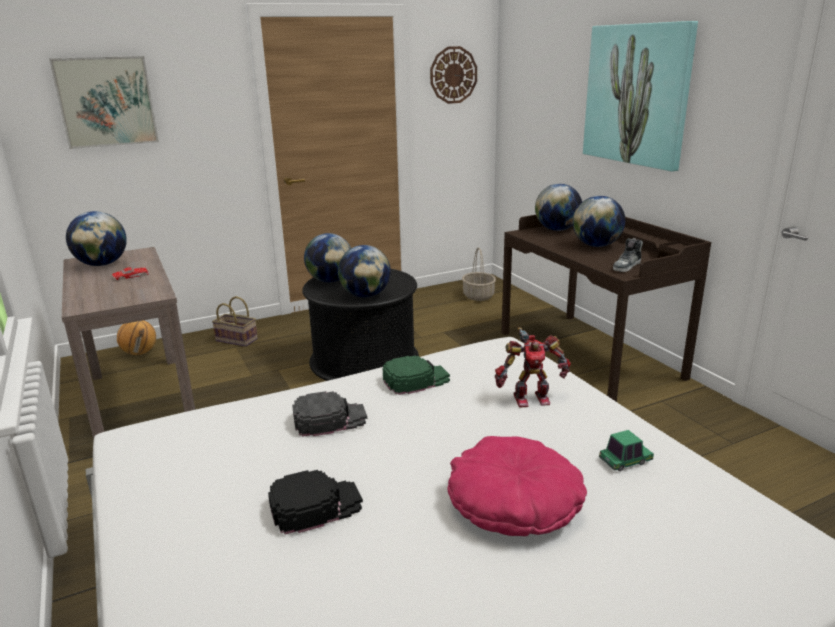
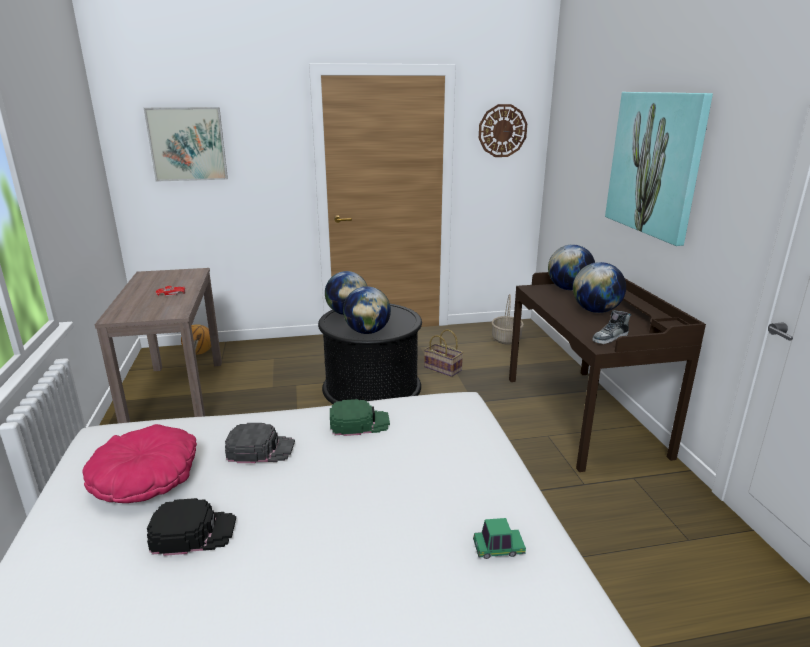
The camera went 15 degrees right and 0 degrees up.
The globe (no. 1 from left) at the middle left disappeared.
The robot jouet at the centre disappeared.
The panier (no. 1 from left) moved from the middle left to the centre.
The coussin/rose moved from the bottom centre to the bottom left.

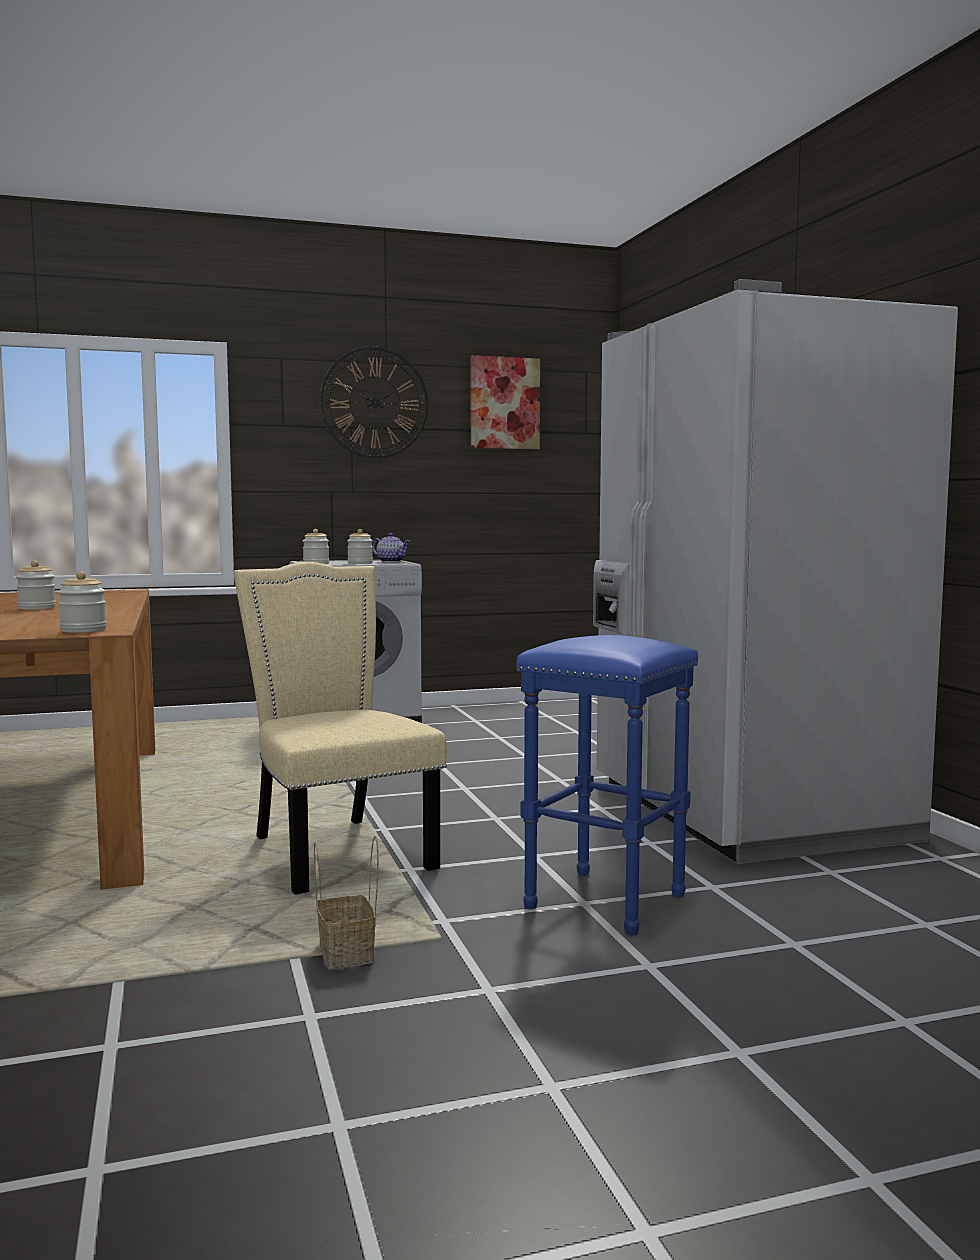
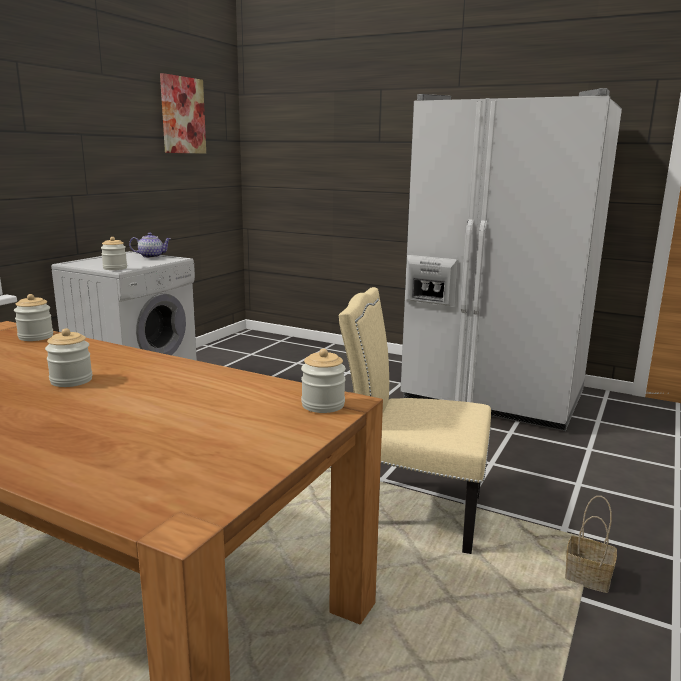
The camera went 45 degrees left and 10 degrees up.
The horloge murale at the top centre disappeared.
The tabouret/bleu at the centre disappeared.
The bocal (no. 4 from left in the first image) moved from the centre to the middle left.

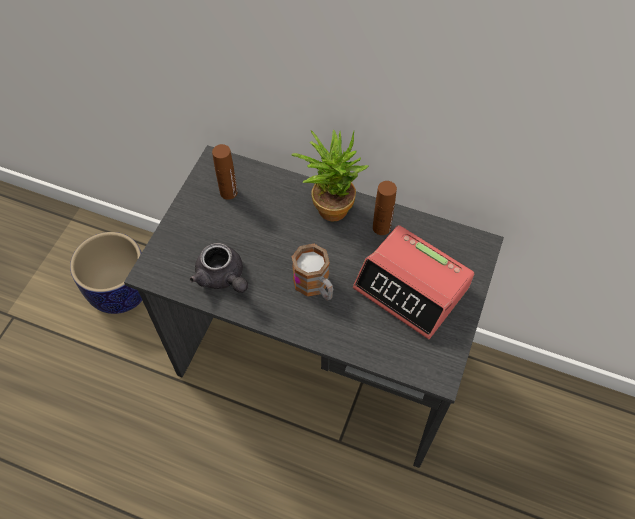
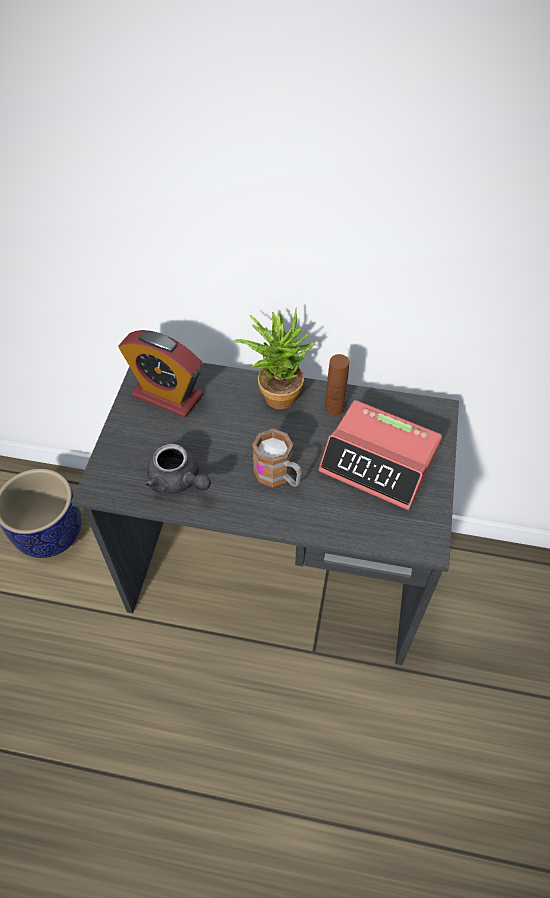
The camera went 10 degrees left and 5 degrees down.
The bouteille/marron (no. 1 from left) at the top centre was replaced by the réveil (no. 1 from left) at the middle left.

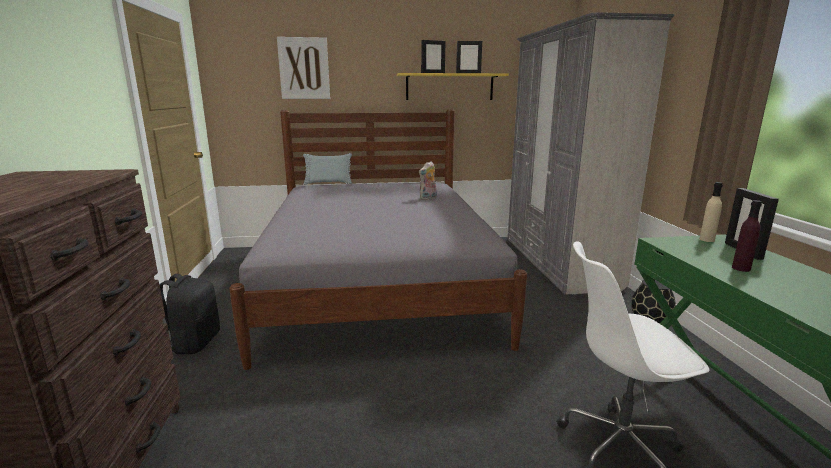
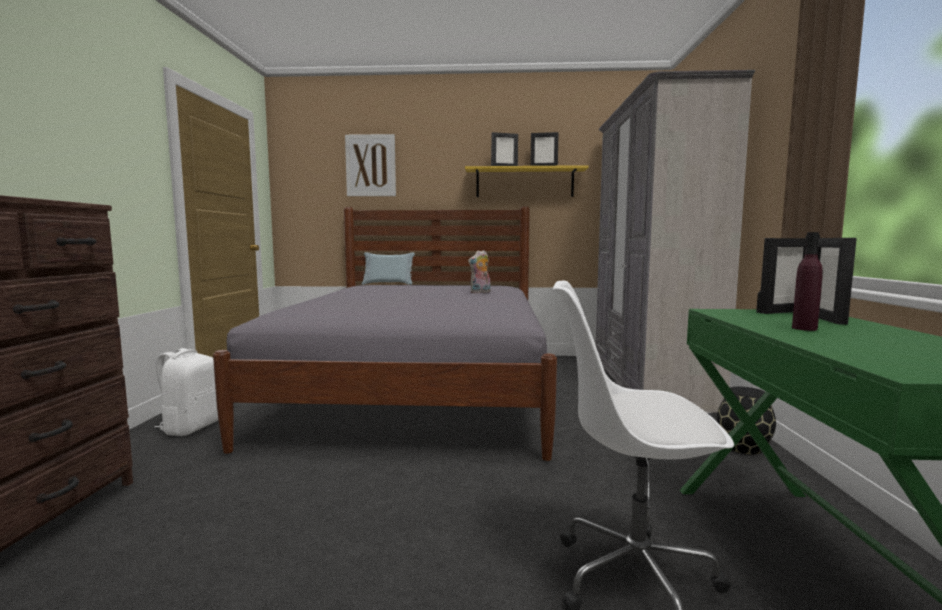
The camera went 10 degrees right and 10 degrees down.
The bouteille/beige at the middle right was replaced by the cadre photo (no. 3 from left) at the middle right.
The sac à dos/noir at the bottom left became the sac à dos/blanc at the middle left.

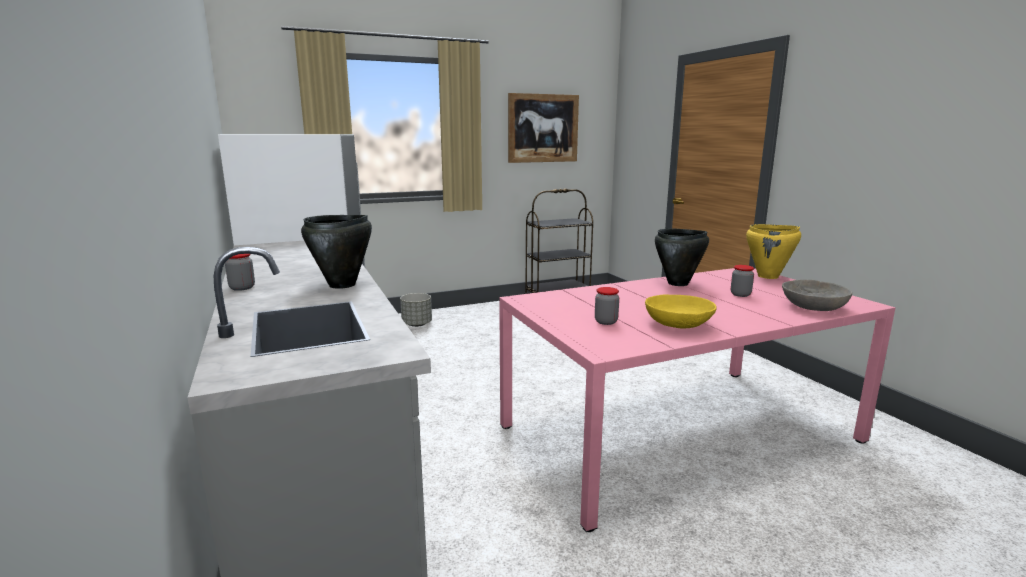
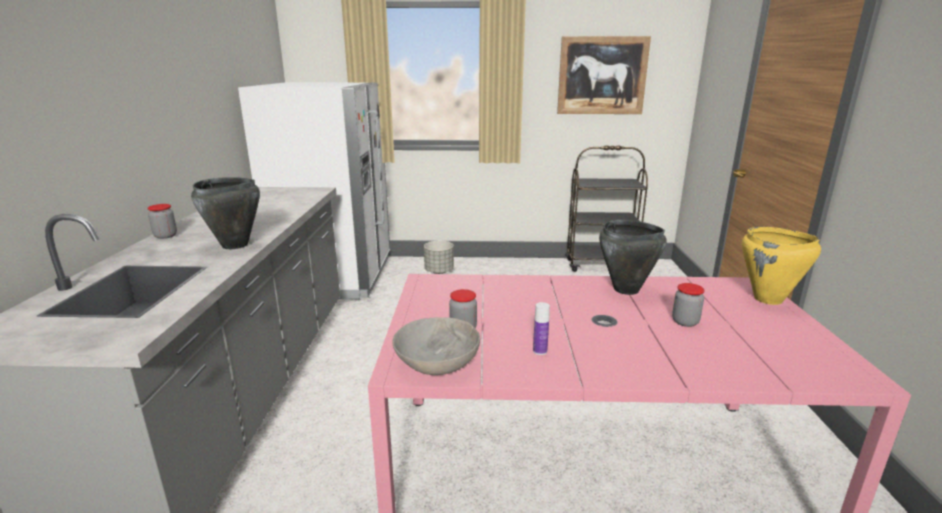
The camera went 25 degrees right and 5 degrees up.
The bol/gris moved from the middle right to the bottom centre.
The bol/jaune at the centre was replaced by the bouteille at the centre.

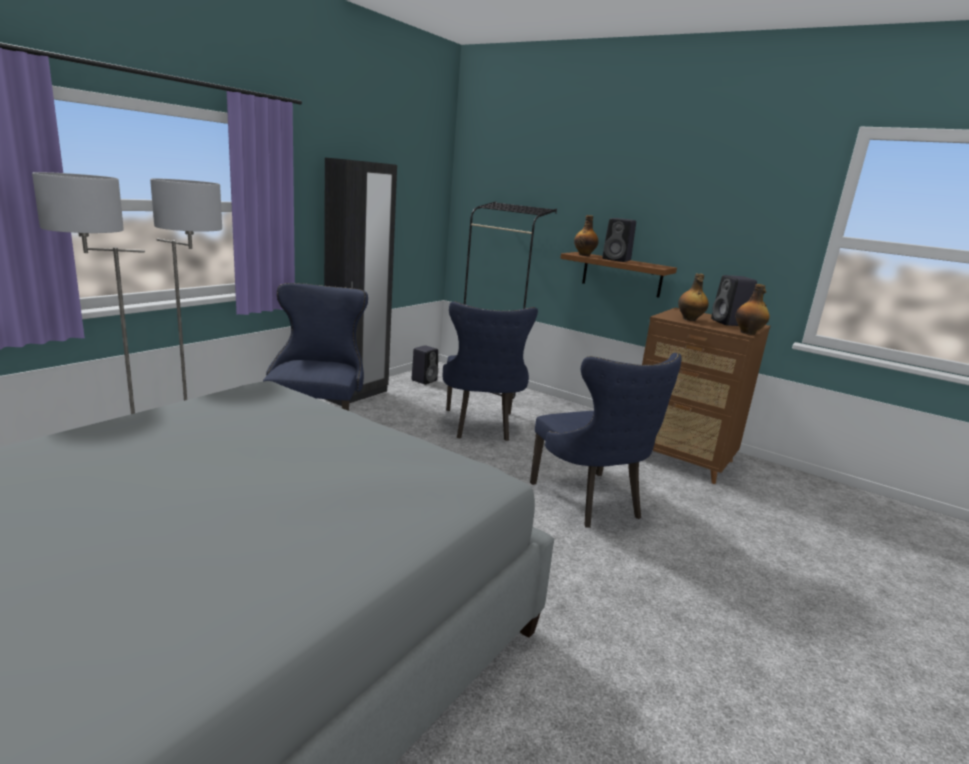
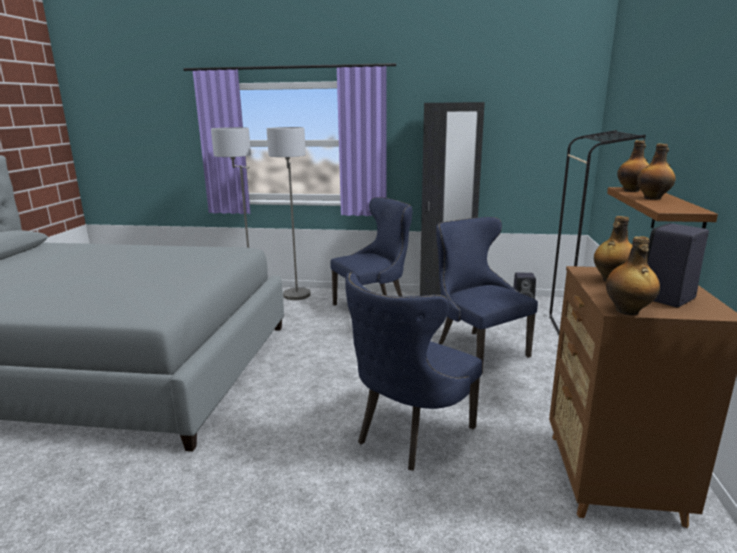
The camera went 65 degrees right and 0 degrees up.
The enceinte/noir (no. 2 from left) at the top centre was replaced by the bouteille (no. 4 from left) at the top right.
The chaise/bleu (no. 2 from left in the first image) at the centre turned 90 degrees clockwise.

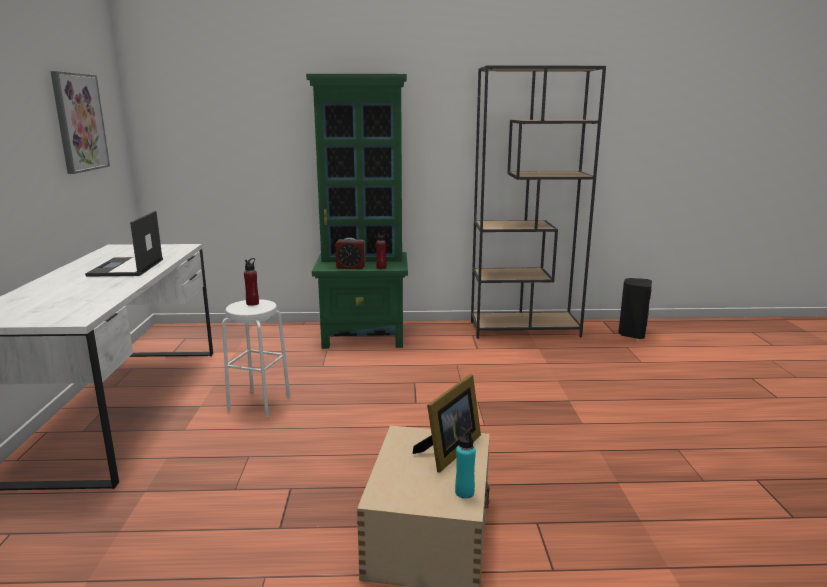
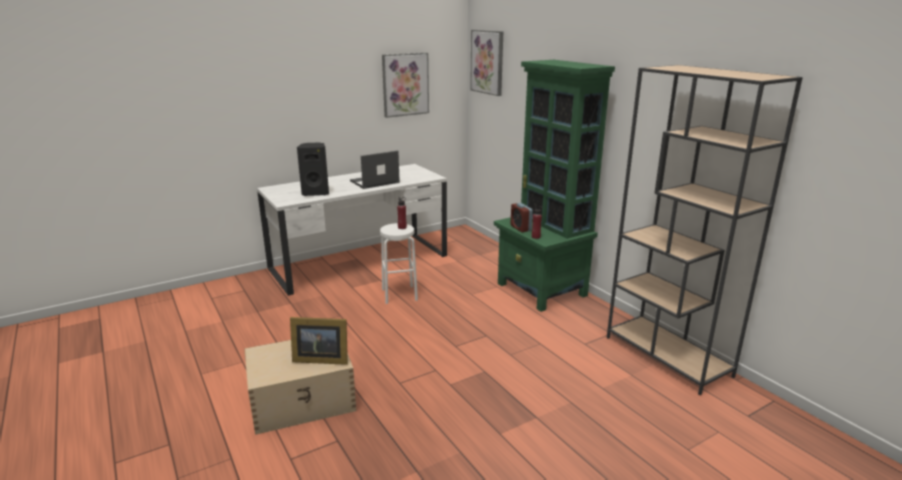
The camera went 60 degrees right and 5 degrees up.
The bouteille/turquoise at the bottom centre disappeared.
The tableau (no. 2 from left) at the top centre appeared.
The enceinte/noir moved from the middle right to the centre.

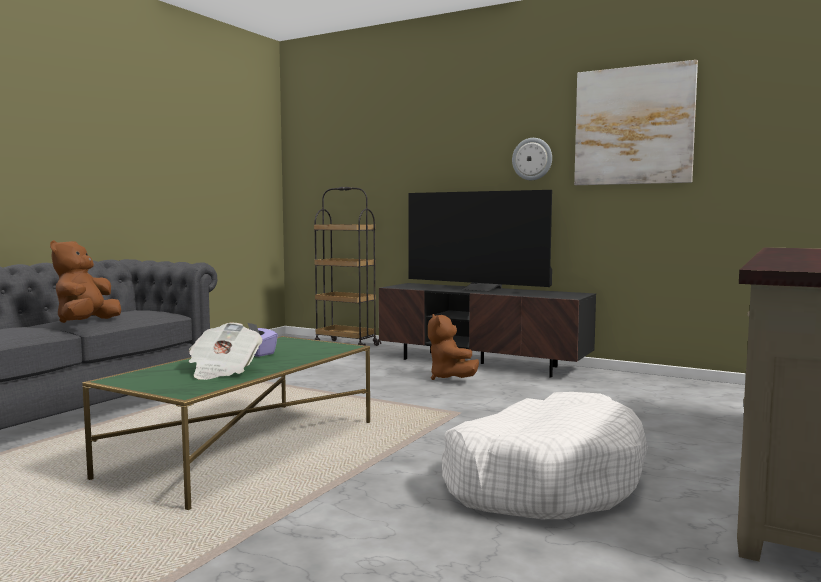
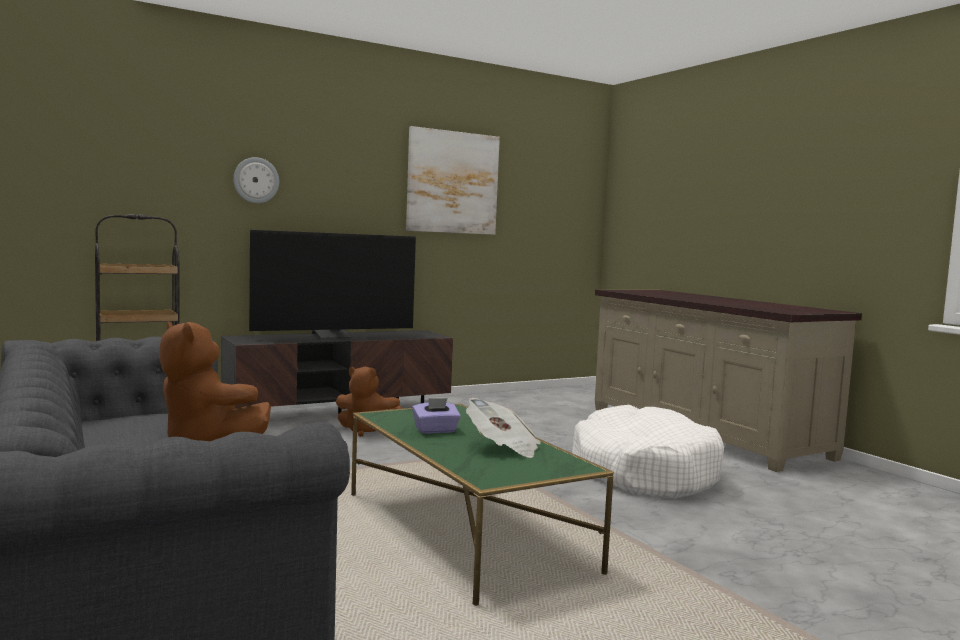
The camera went 60 degrees left and 0 degrees up.
The horloge murale moved from the top centre to the top left.

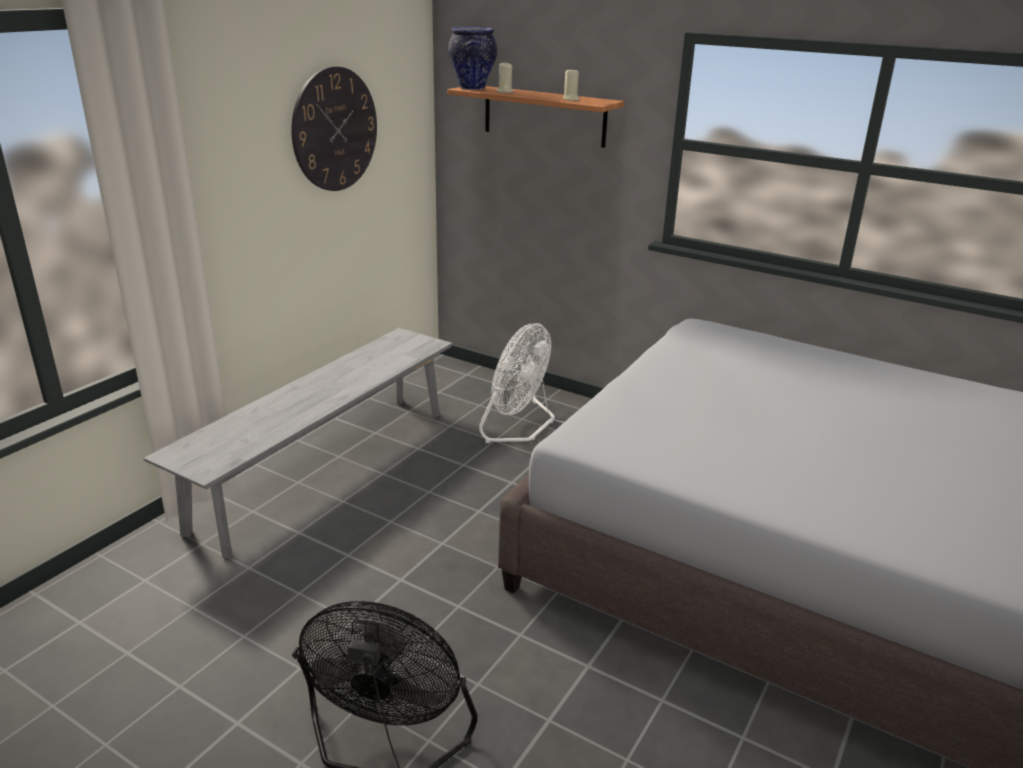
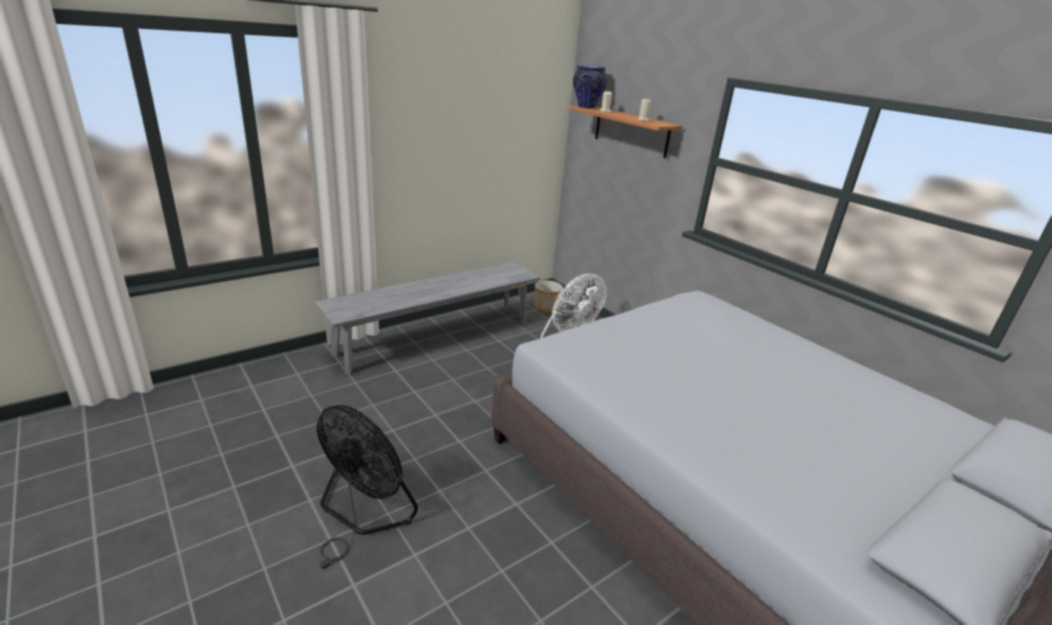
The camera went 20 degrees right and 0 degrees up.
The horloge murale at the top left disappeared.
The cache-pot at the centre appeared.

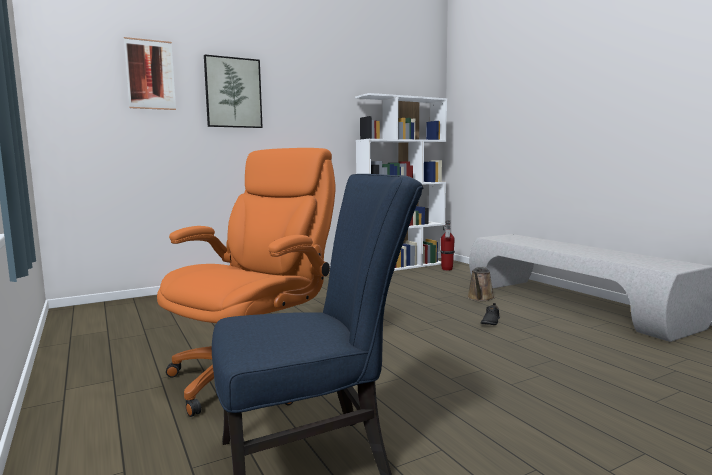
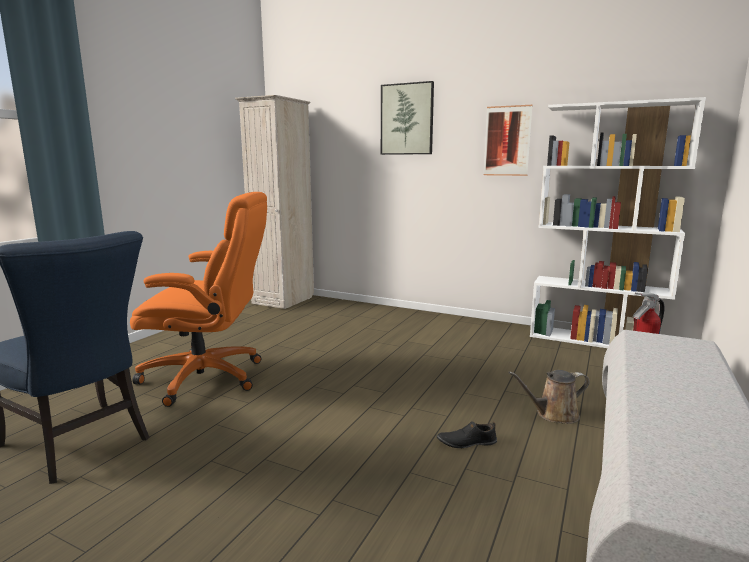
The camera went 55 degrees right and 5 degrees up.
The meuble de rangement/beige at the centre appeared.
The tableau (no. 1 from left in the first image) moved from the top left to the top right.

